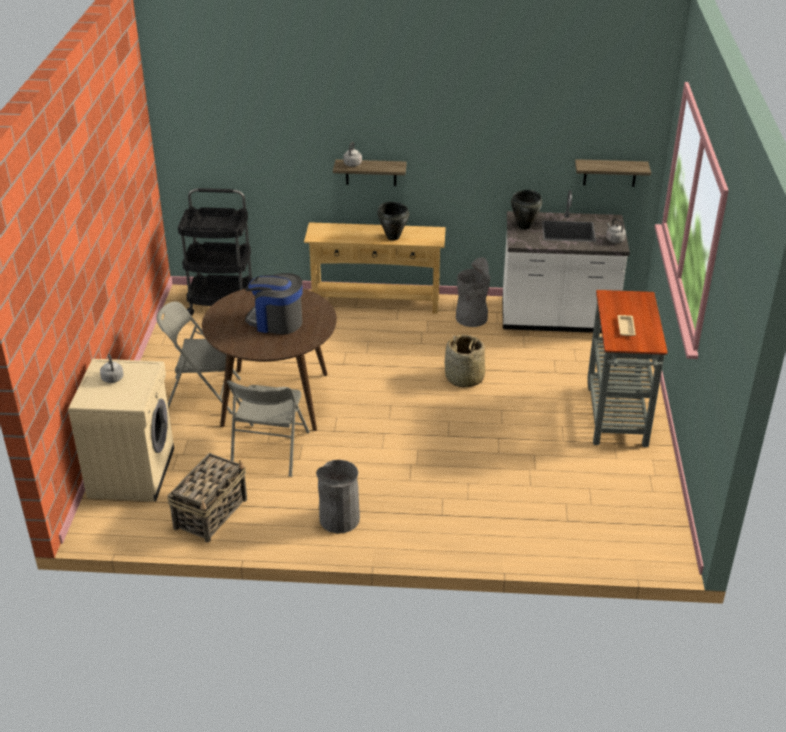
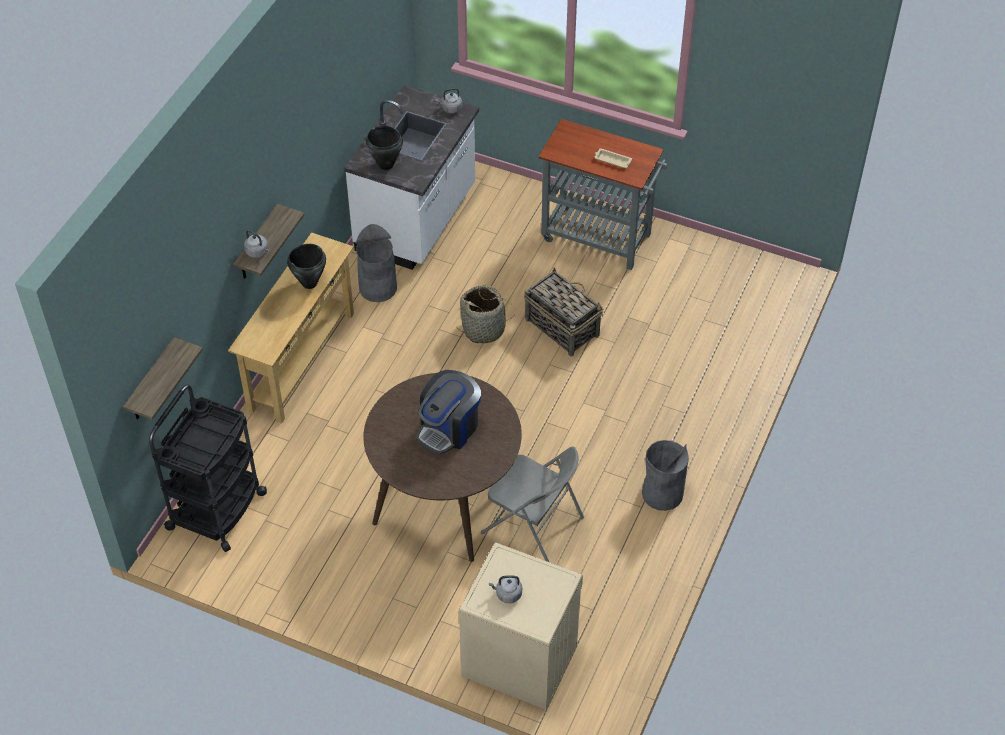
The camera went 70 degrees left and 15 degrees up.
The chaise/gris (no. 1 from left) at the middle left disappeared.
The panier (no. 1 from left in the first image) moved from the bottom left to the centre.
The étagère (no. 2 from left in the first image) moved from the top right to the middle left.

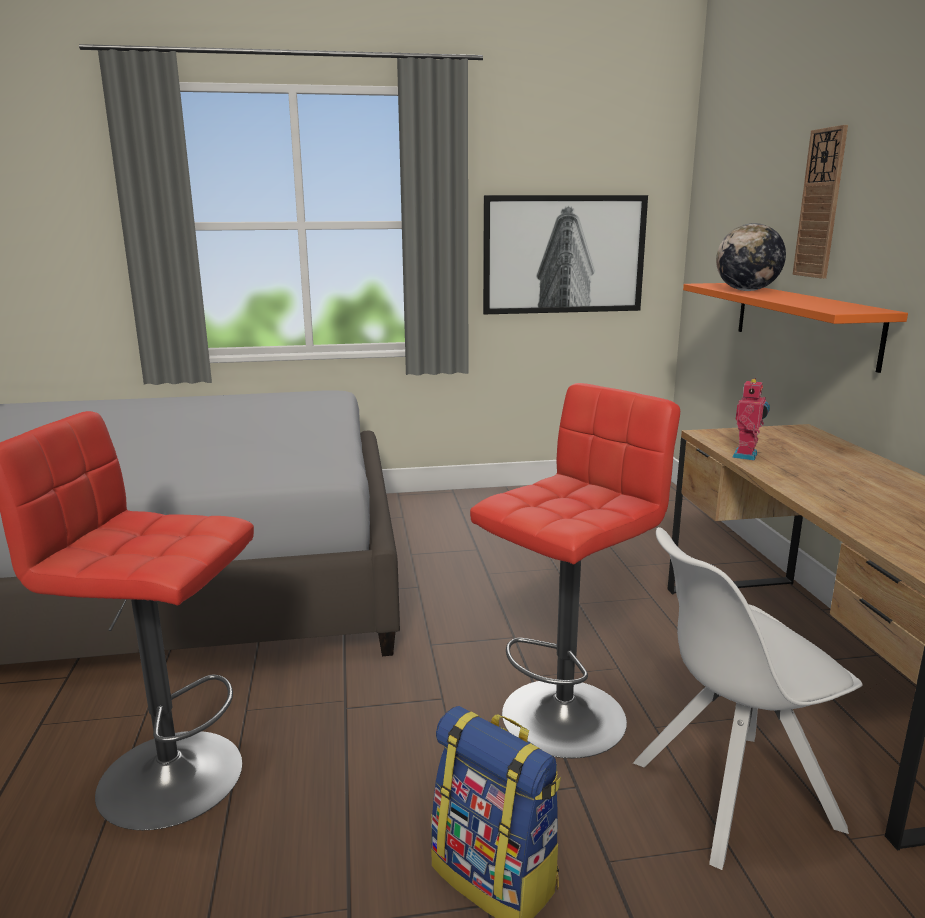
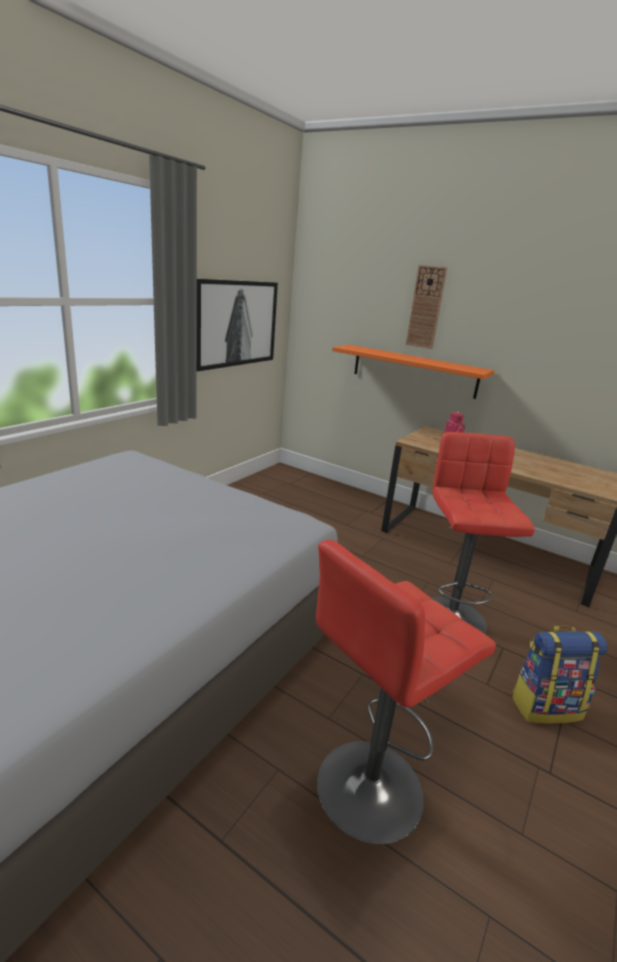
The camera went 50 degrees left and 5 degrees up.
The chaise/blanc at the bottom right disappeared.
The globe at the top right disappeared.

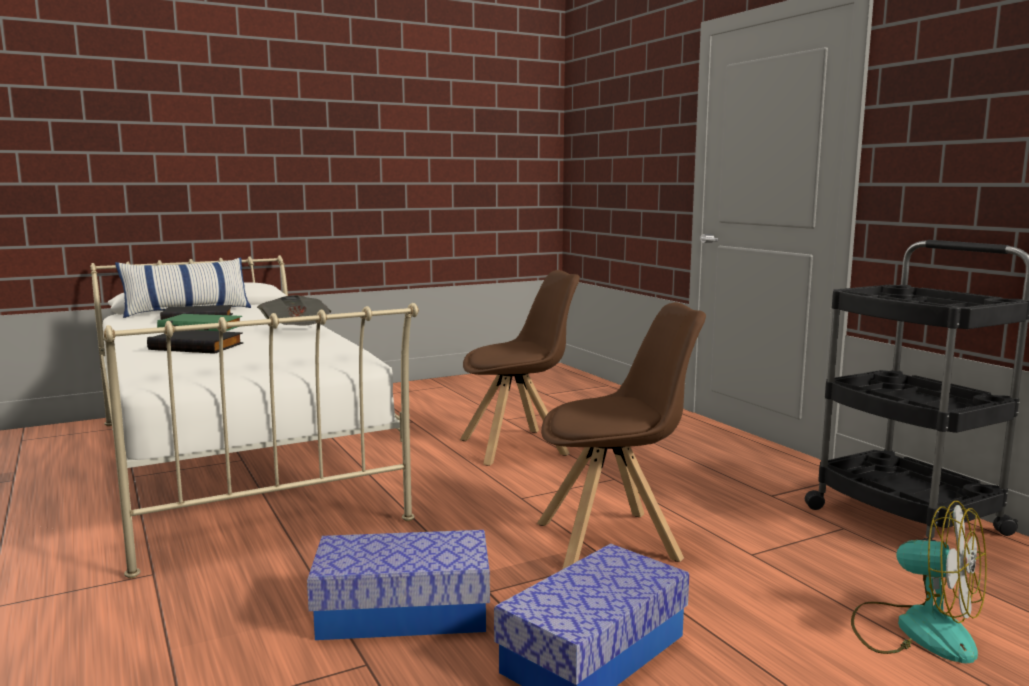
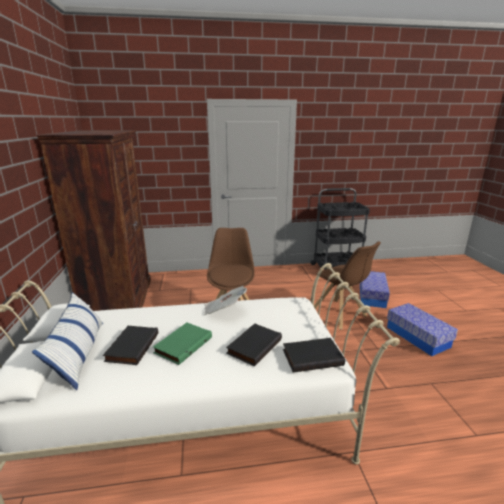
The camera went 70 degrees left and 10 degrees up.
The ventilateur at the bottom right disappeared.
The armoire/marron at the middle left appeared.
The livre/noir (no. 3 from left) at the bottom centre appeared.
The boîte de rangement (no. 1 from left) moved from the bottom centre to the middle right.
The chaise/marron (no. 2 from left) at the centre turned 135 degrees clockwise.

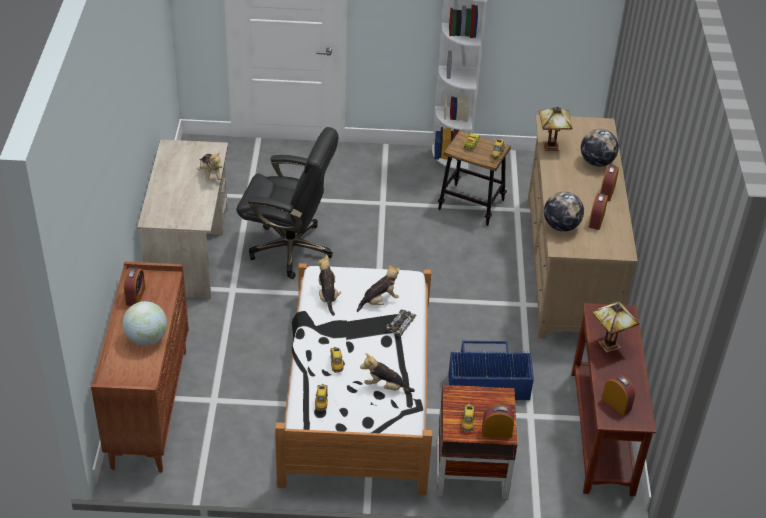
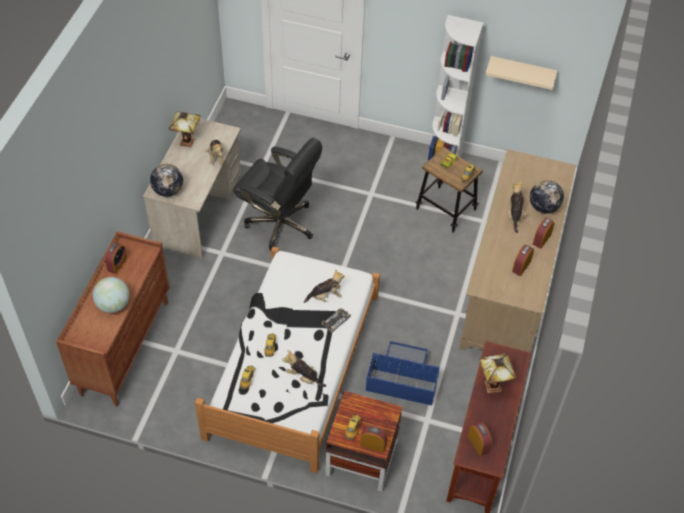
The camera went 15 degrees right and 10 degrees up.
The étagère/beige at the top right appeared.
The peluche (no. 2 from left in the first image) moved from the centre to the middle right.
The lampe de table (no. 1 from left) moved from the top right to the top left.
The globe (no. 2 from left) moved from the middle right to the middle left.

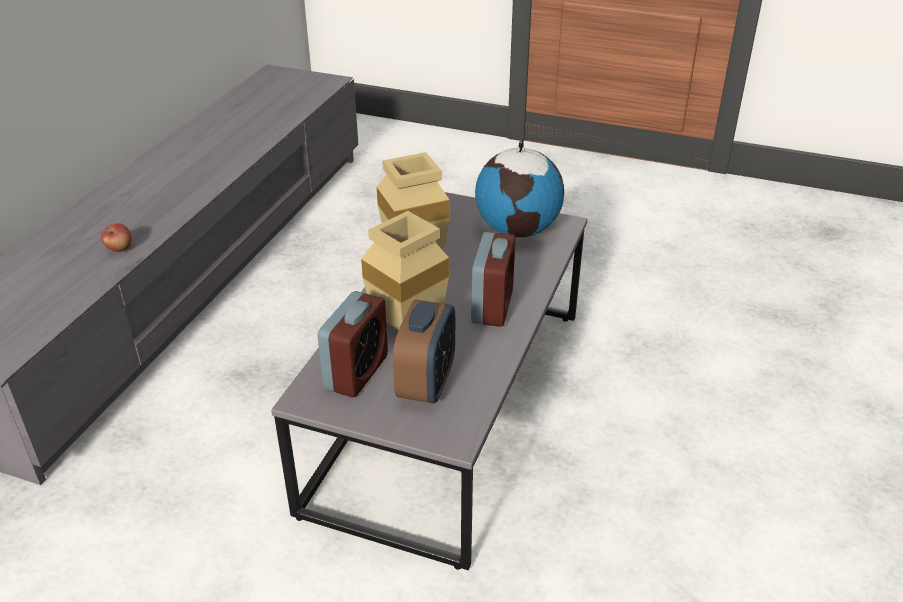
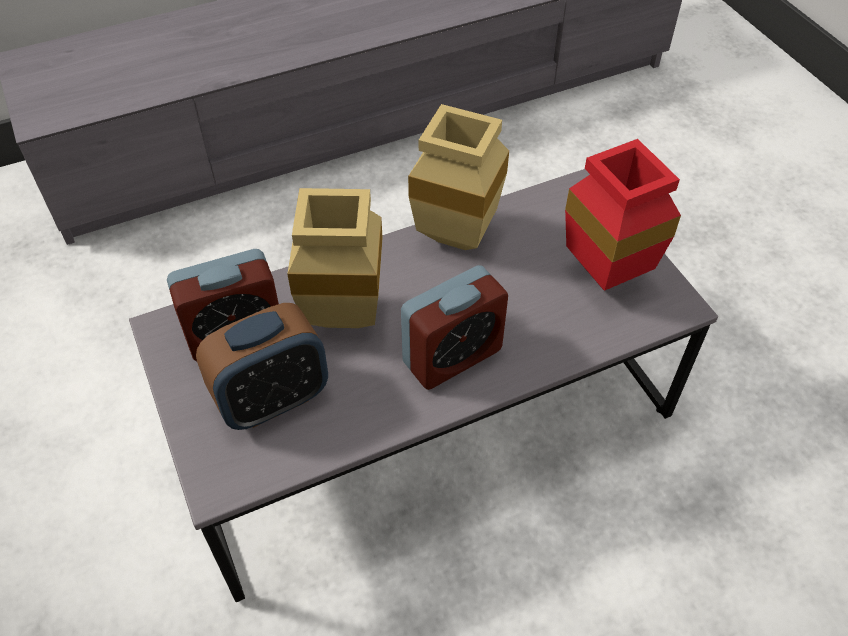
The camera went 45 degrees right and 15 degrees up.
The pomme at the middle left disappeared.
The globe at the top centre was replaced by the vase/rouge at the middle right.

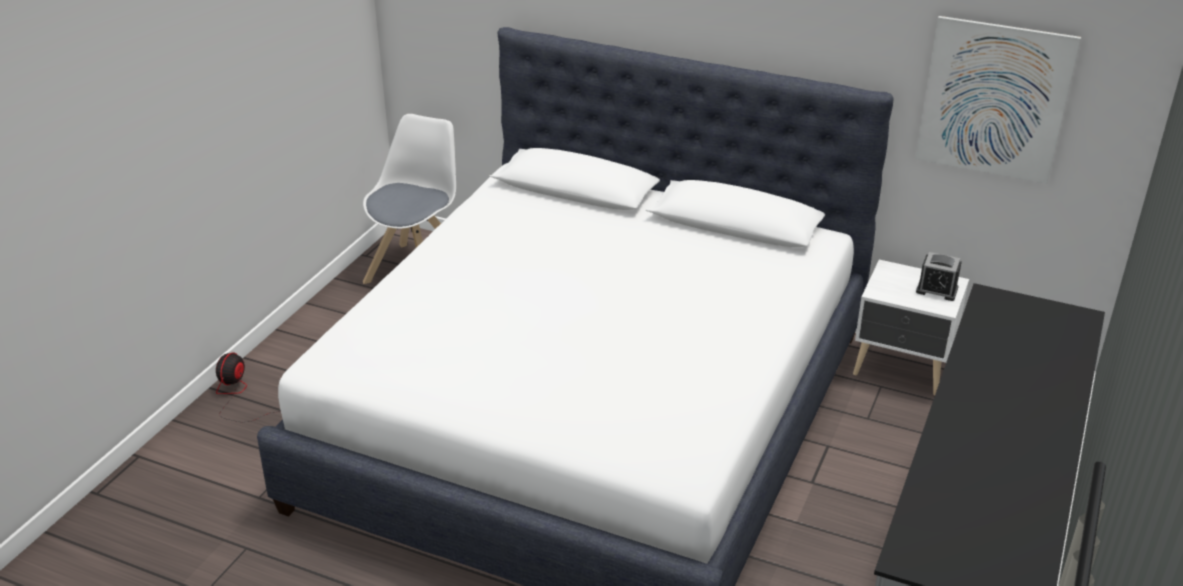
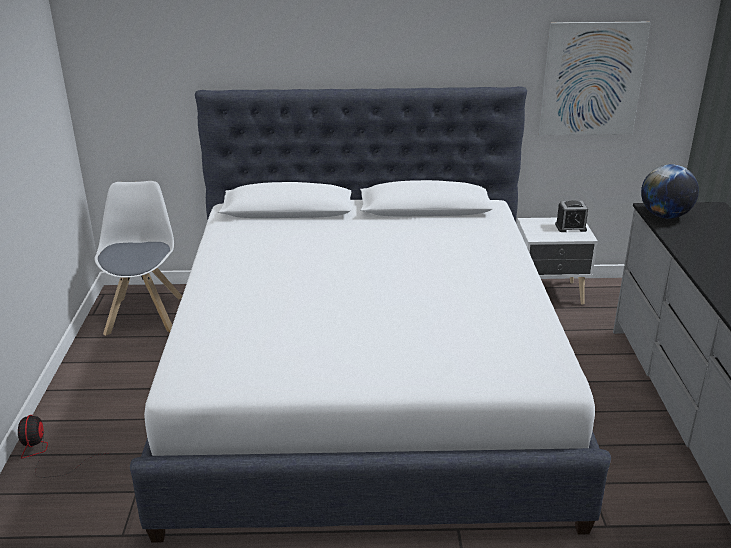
The camera went 25 degrees left and 5 degrees down.
The globe at the middle right appeared.

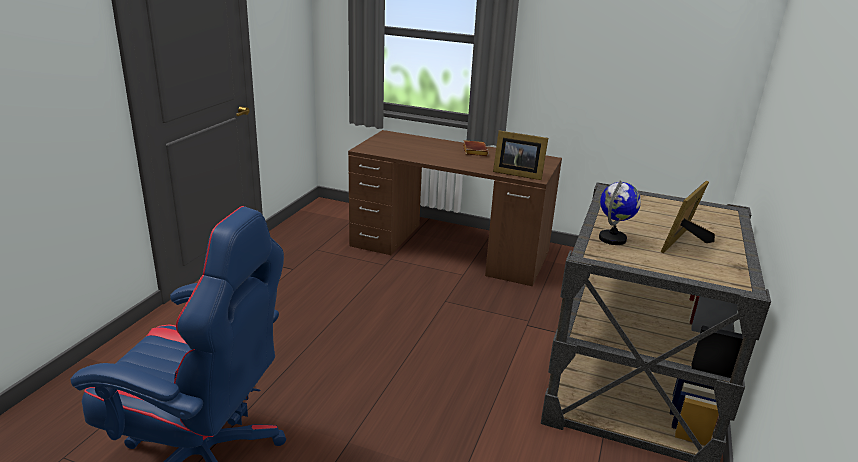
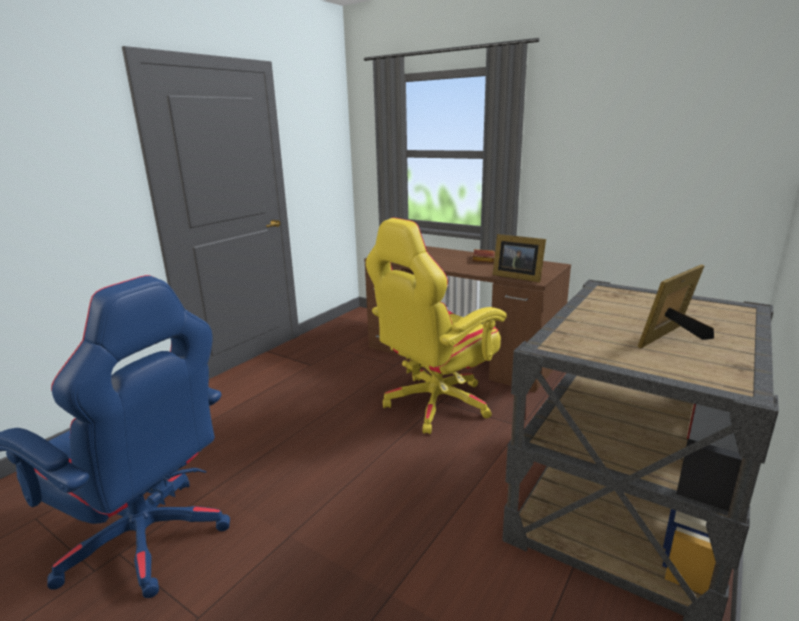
The camera went 15 degrees right and 5 degrees down.
The globe at the middle right disappeared.
The chaise de bureau/jaune at the centre appeared.

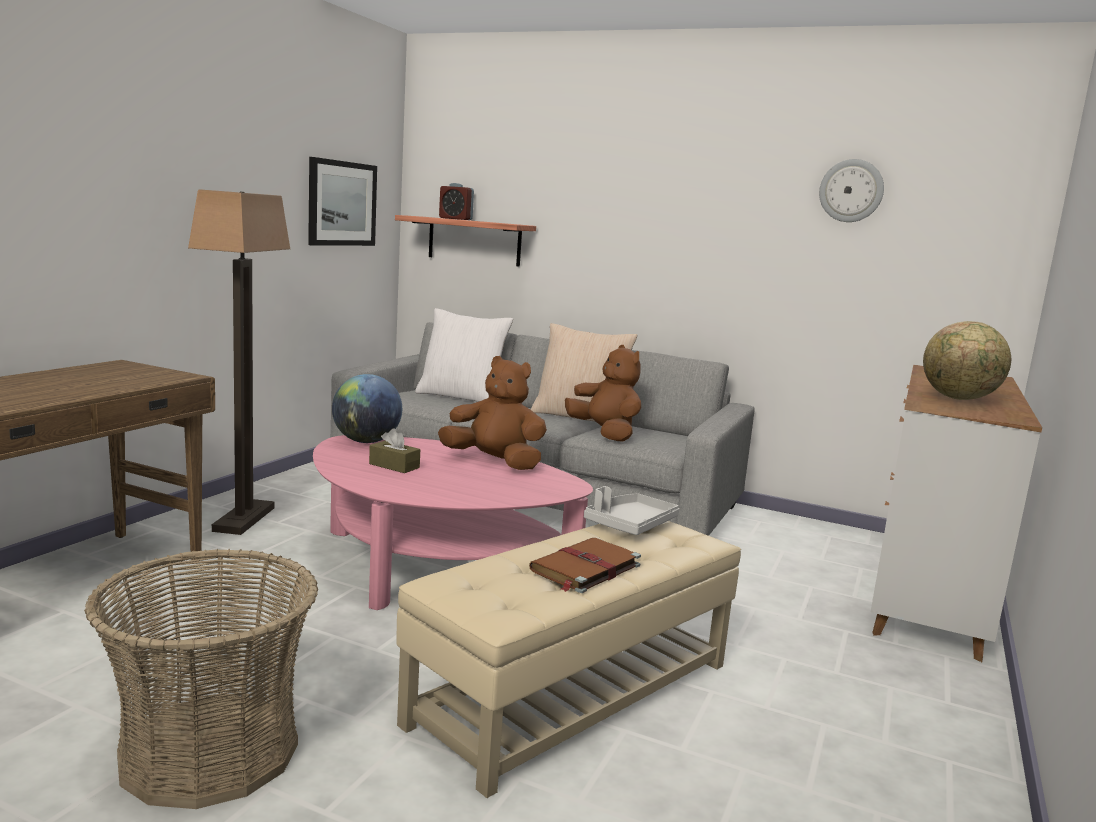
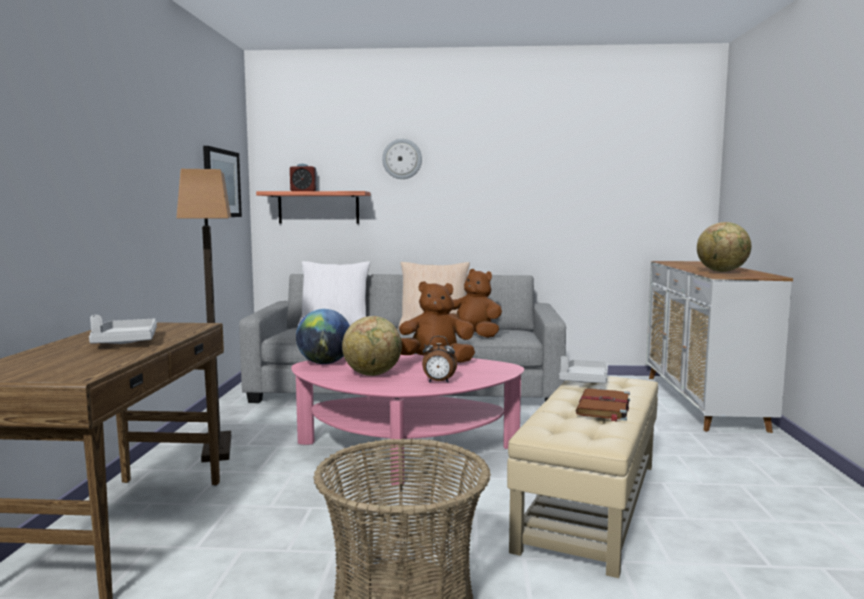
The camera went 20 degrees left and 5 degrees down.
The plateau/gris (no. 1 from left) at the middle left appeared.
The réveil (no. 2 from left) at the centre appeared.
The horloge murale moved from the top right to the top centre.
The boîte à mouchoirs/marron at the centre was replaced by the globe (no. 2 from left) at the centre.

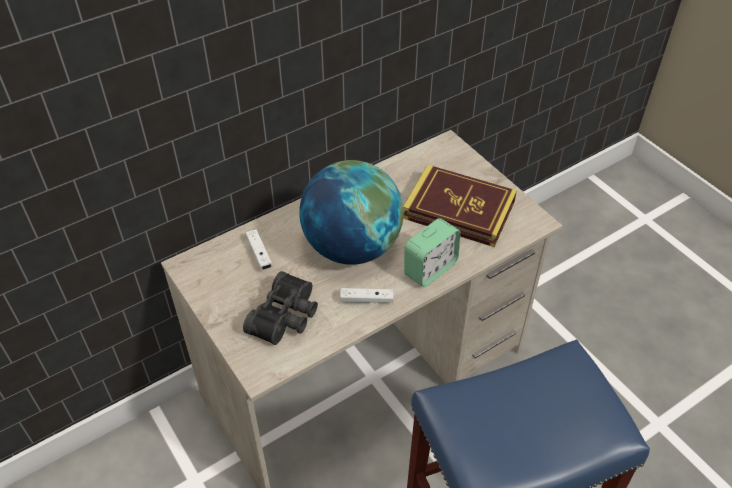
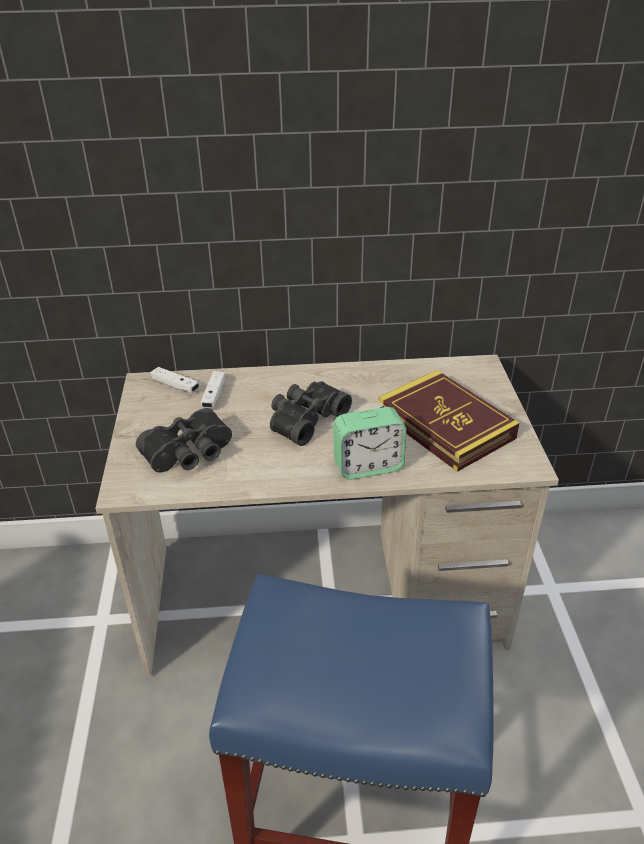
The camera went 30 degrees right and 10 degrees down.
The manette/blanc (no. 2 from left in the first image) moved from the centre to the middle left.
The globe at the centre was replaced by the jumelles/noir (no. 2 from left) at the centre.

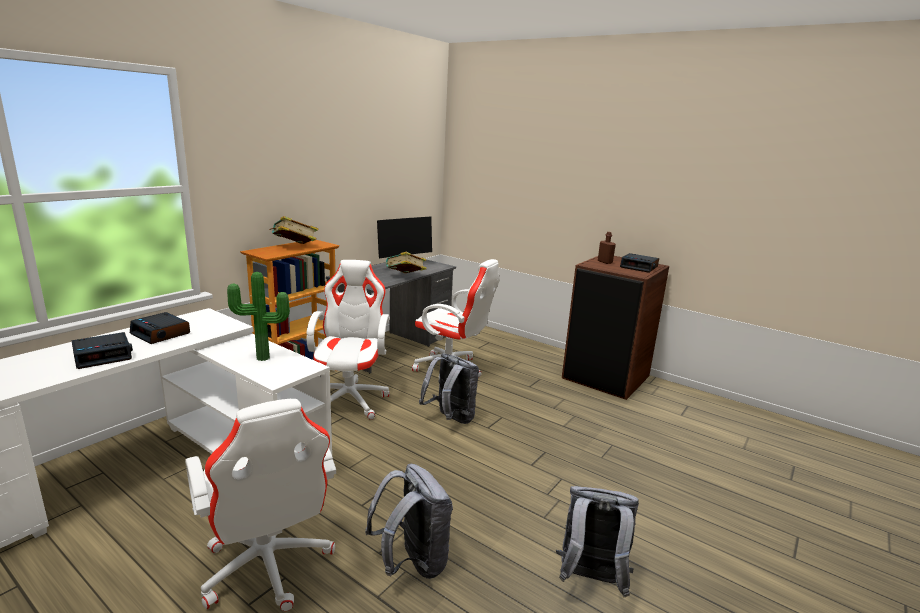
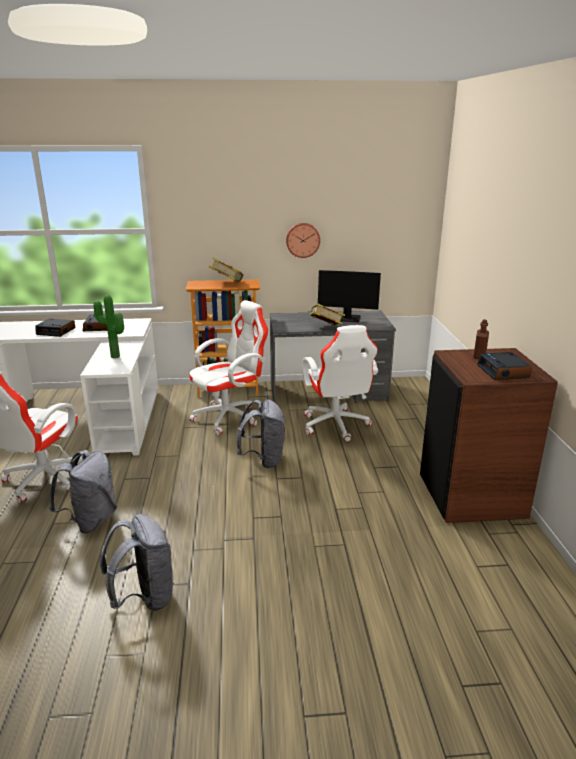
The camera went 50 degrees right and 5 degrees up.
The horloge murale at the top centre appeared.

